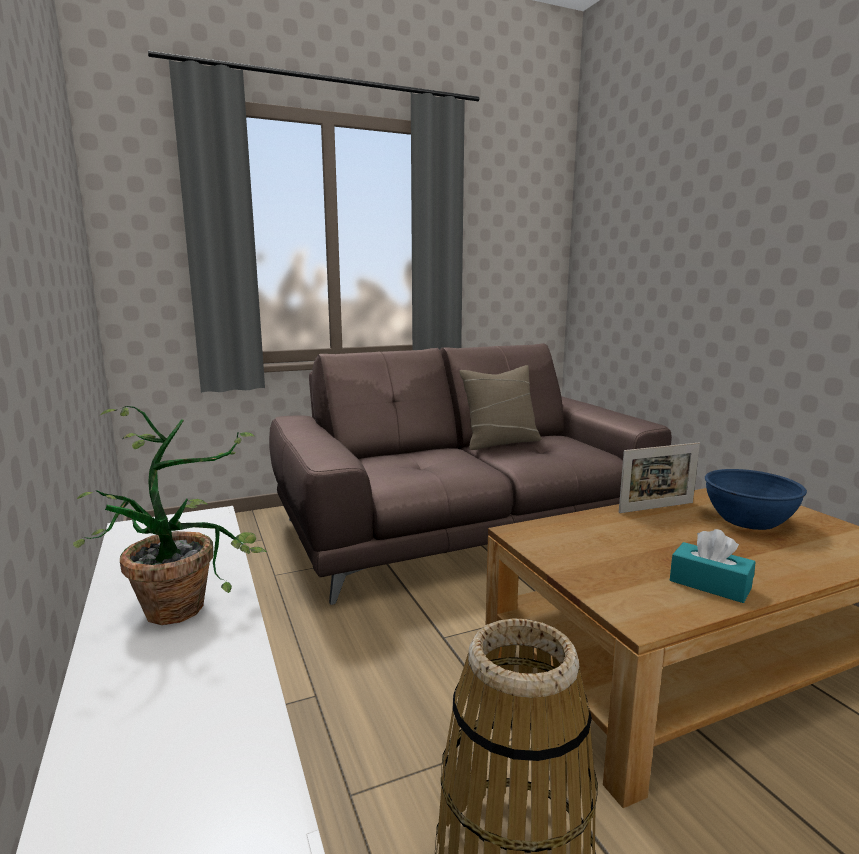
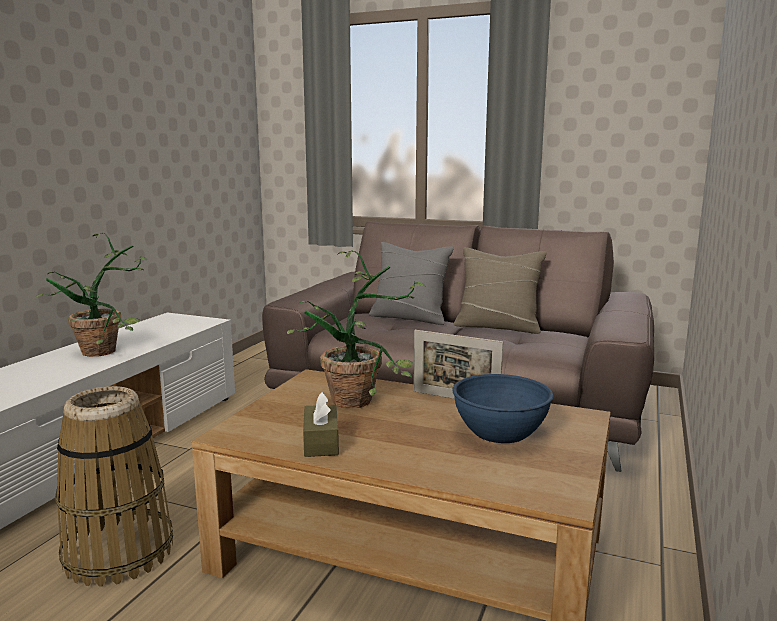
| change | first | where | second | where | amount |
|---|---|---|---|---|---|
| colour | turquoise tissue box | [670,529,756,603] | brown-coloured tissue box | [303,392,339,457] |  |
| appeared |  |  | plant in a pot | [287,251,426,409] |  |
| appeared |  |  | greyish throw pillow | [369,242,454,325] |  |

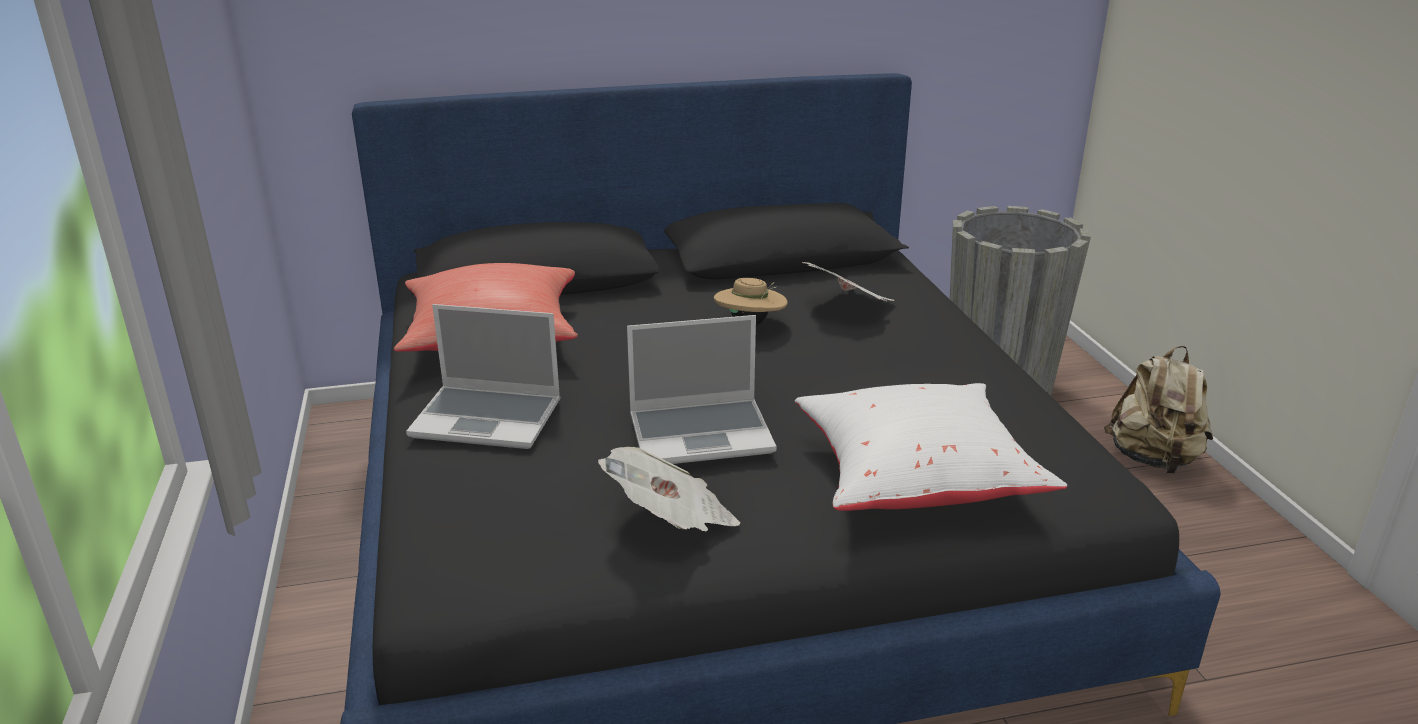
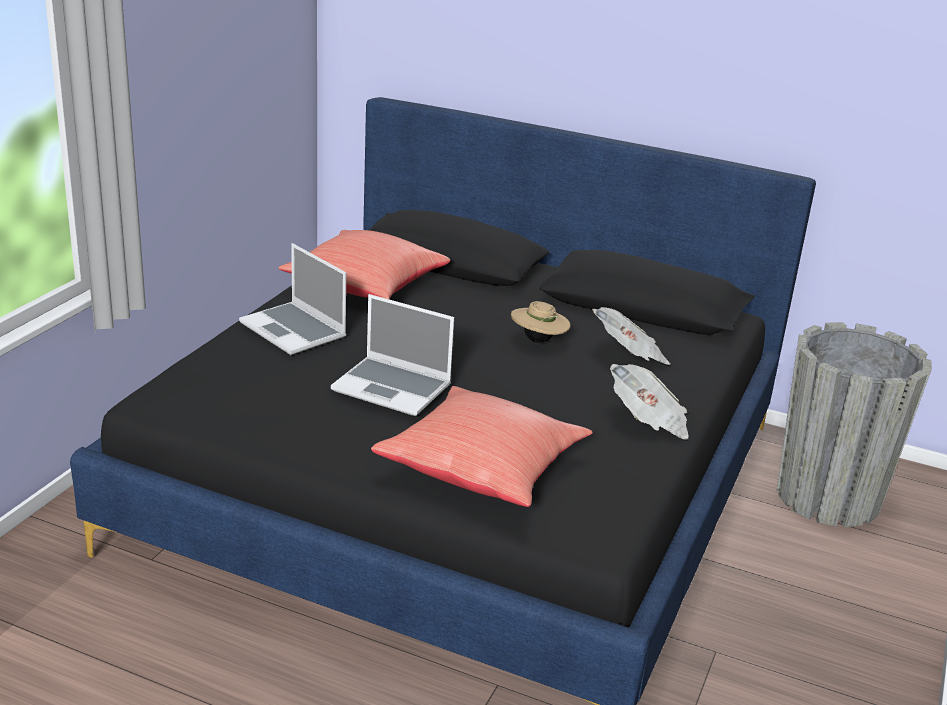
| change | first | where | second | where | amount |
|---|---|---|---|---|---|
| relocated | daily paper | [598,447,740,531] |  | [610,364,688,440] |  |
| colour | white throw pillow | [795,383,1067,511] | red throw pillow | [371,386,593,507] |  |
| missing | beige-coloured knapsack | [1104,346,1213,473] |  |  |  |

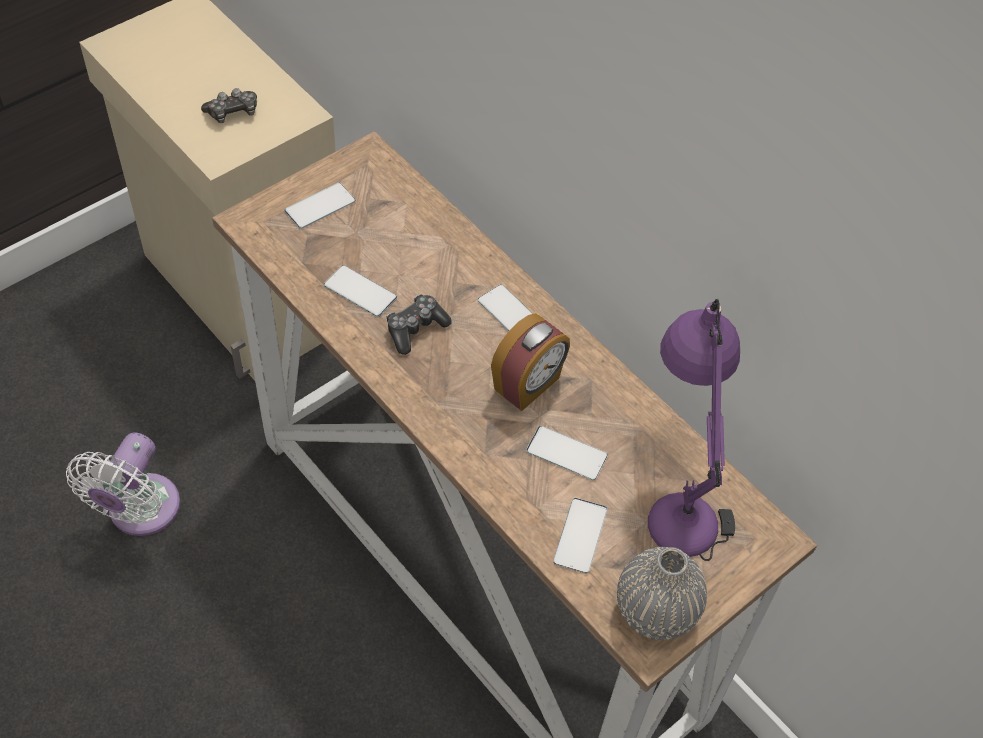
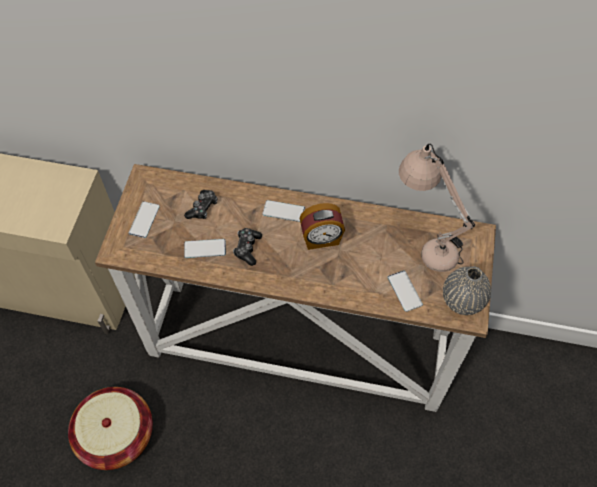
| change | first | where | second | where | amount |
|---|---|---|---|---|---|
| exchanged | white cooling fan | [66,432,180,536] | household basket | [68,387,153,470] |  |
| relocated | joypad | [201,88,257,123] |  | [184,190,218,219] |  |
| spun | alarm clock | [491,313,570,411] |  | [299,203,345,250] | 75 degrees clockwise |
| missing | phone | [526,426,608,480] |  |  |  |
| colour | purple-coloured tabletop lamp | [648,299,740,561] | beige-coloured tabletop lamp | [399,143,476,272] |  |

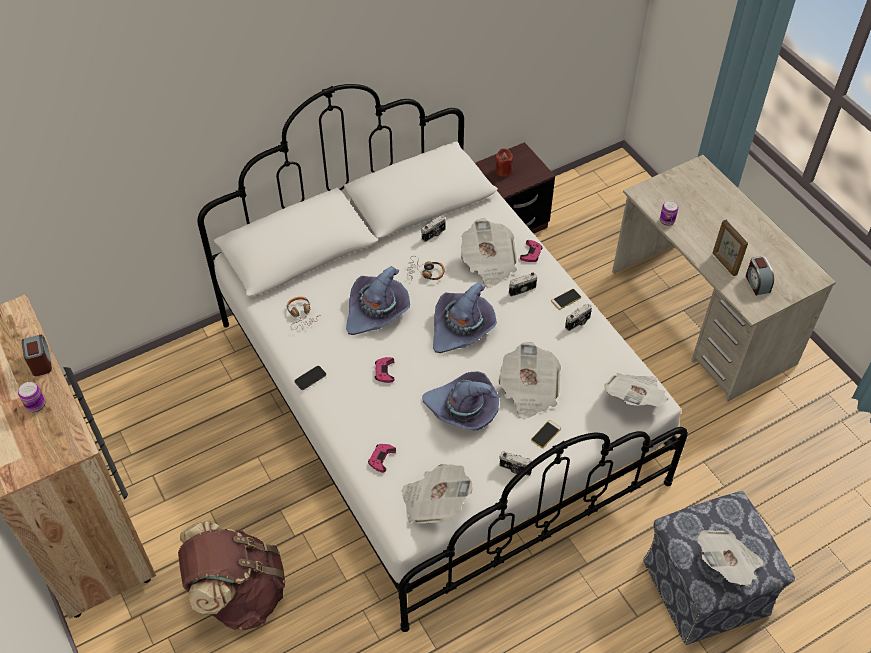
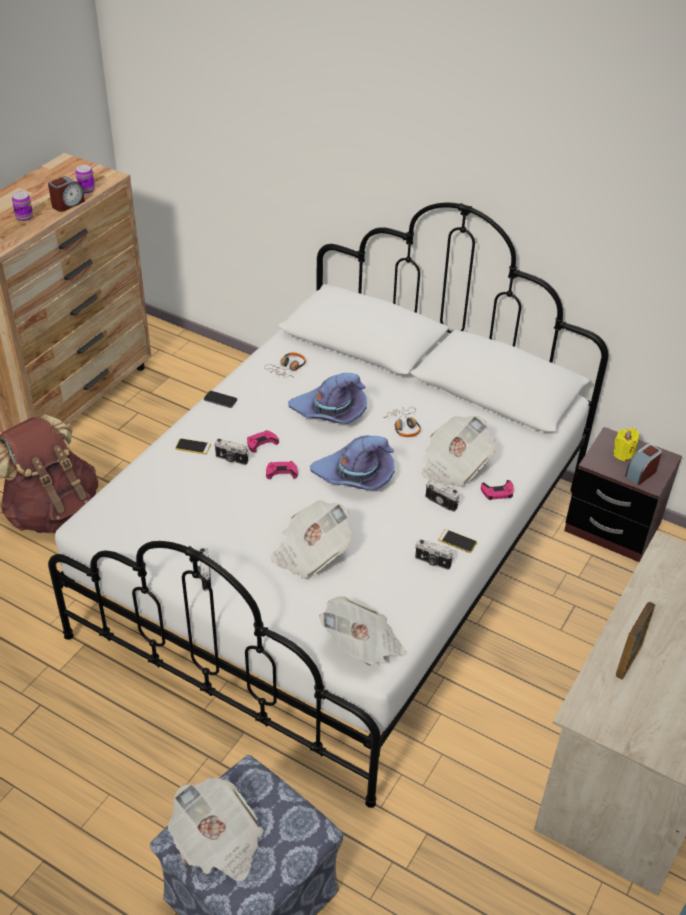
| change | first | where | second | where | amount |
|---|---|---|---|---|---|
| relocated | pink-coloured joypad | [368,444,396,472] |  | [266,461,298,479] |  |
| missing | daily paper | [402,464,473,524] |  |  |  |
| relocated | photo camera | [422,215,446,242] |  | [214,439,249,465] |  |
| missing | purple-coloured wearable hat | [422,371,499,430] |  |  |  |
| colour | red wax light | [495,148,513,177] | yellow-coloured wax light | [613,428,639,462] |  |
| relocated | phone | [531,420,561,448] |  | [175,438,211,454] |  |
| relocated | sealed can | [660,201,678,226] |  | [75,165,95,194] |  |
| relocated | alarm clock | [746,256,774,295] |  | [625,444,662,485] |  |

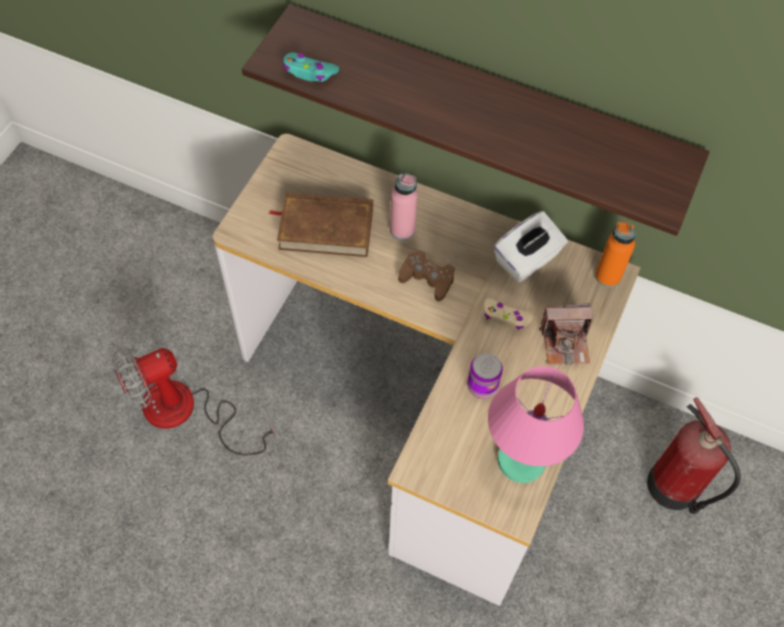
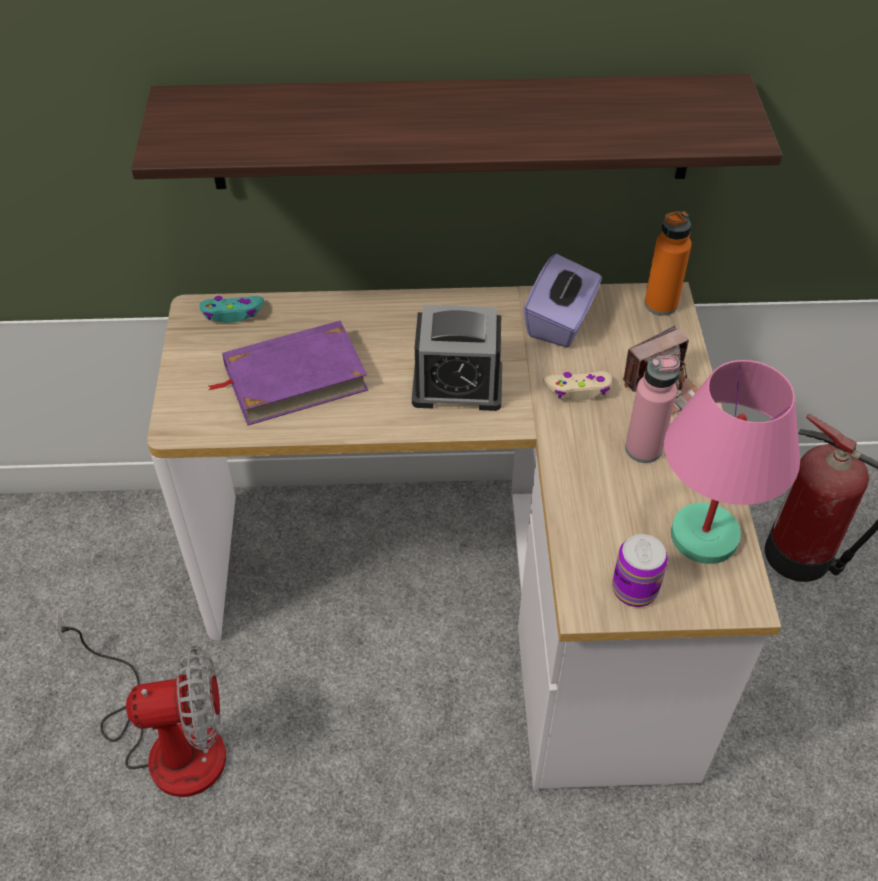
| change | first | where | second | where | amount |
|---|---|---|---|---|---|
| spun | cooling fan | [111,345,277,456] |  | [56,612,226,797] | 135 degrees counterclockwise |
| colour | brown-coloured volume | [269,192,373,257] | purple-coloured volume | [209,321,368,426] |  |
| relocated | turquoise joypad | [283,52,339,82] |  | [199,296,264,323] |  |
| relocated | pink-coloured drink bottle | [390,173,418,240] |  | [625,355,680,463] |  |
| exchanged | brown-coloured joypad | [398,250,455,301] | alarm clock | [412,305,502,411] |  |
| relocated | sealed can | [467,353,503,399] |  | [612,534,668,607] |  |
| colour | white tissue box | [494,211,568,282] | purple-coloured tissue box | [524,254,602,348] |  |

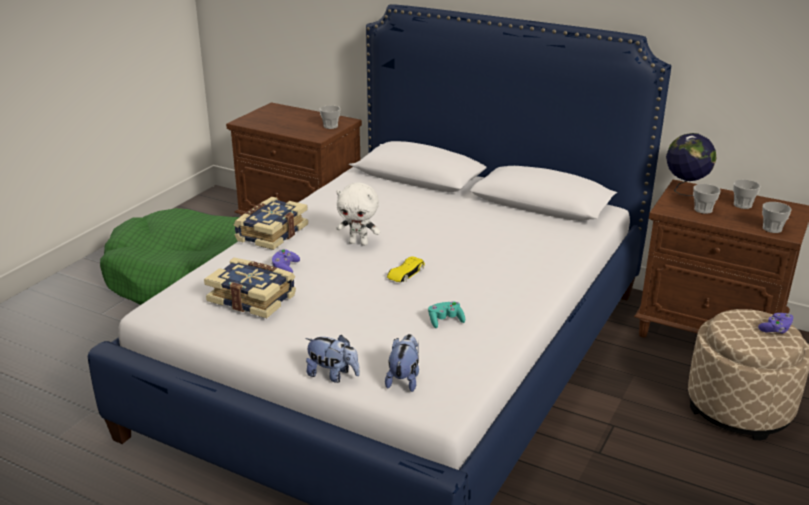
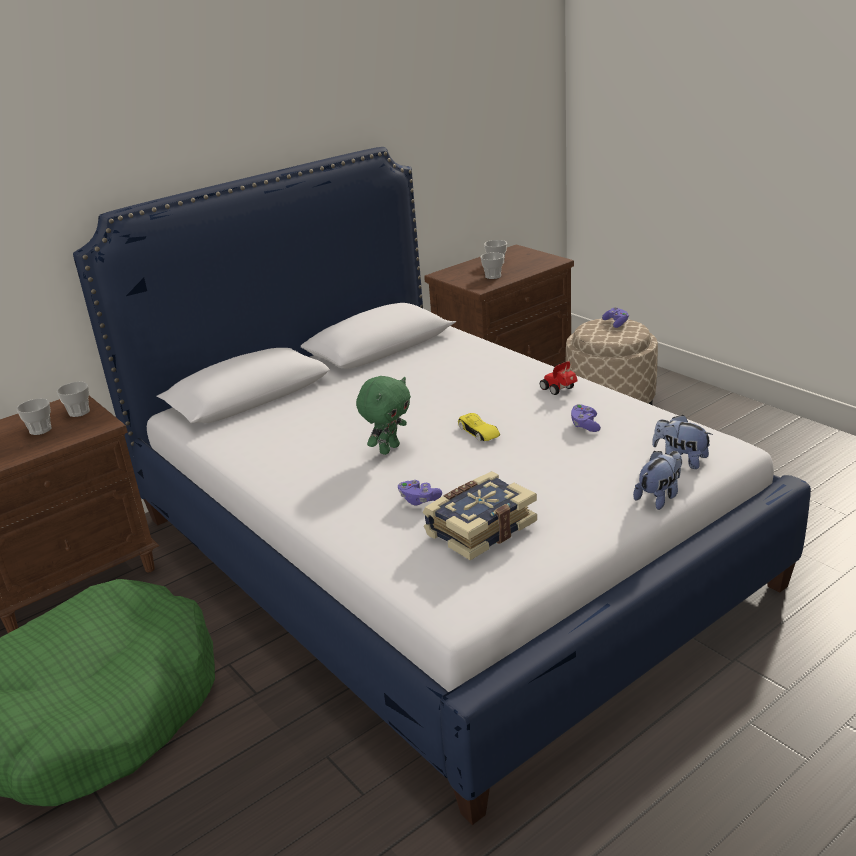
| change | first | where | second | where | amount |
|---|---|---|---|---|---|
| missing | volume | [234,197,308,250] |  |  |  |
| colour | white plush toy | [336,182,380,246] | greenish plush toy | [356,376,411,455] |  |
| colour | turquoise joypad | [428,302,465,328] | purple-coloured joypad | [571,404,601,432] |  |
| missing | globe | [666,133,717,196] |  |  |  |
| relocated | drinking cup | [762,202,791,233] |  | [17,398,52,435] |  |
| appeared |  |  | toy car | [540,362,578,395] |  |

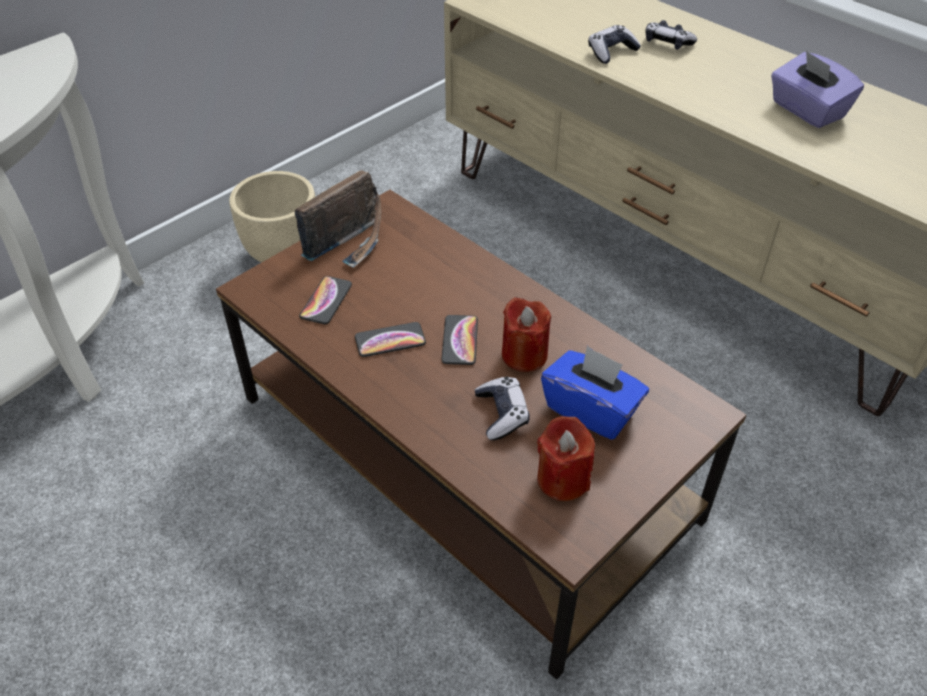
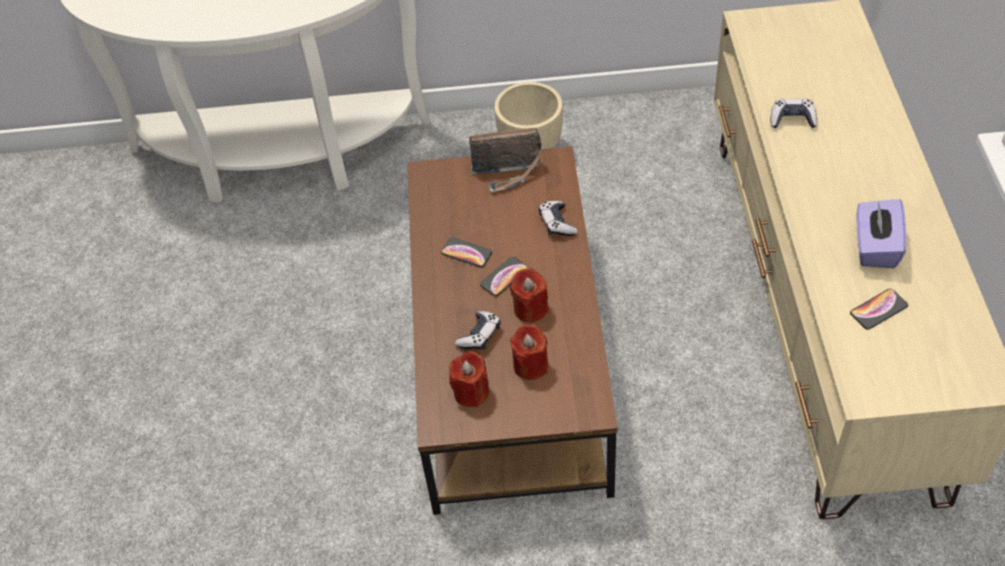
| change | first | where | second | where | amount |
|---|---|---|---|---|---|
| relocated | phone | [299,276,352,324] |  | [850,289,908,330] |  |
| exchanged | blue tissue box | [541,346,649,440] | red wax light | [510,324,548,380] |  |
| relocated | joypad | [646,20,697,50] |  | [539,201,578,236] |  |

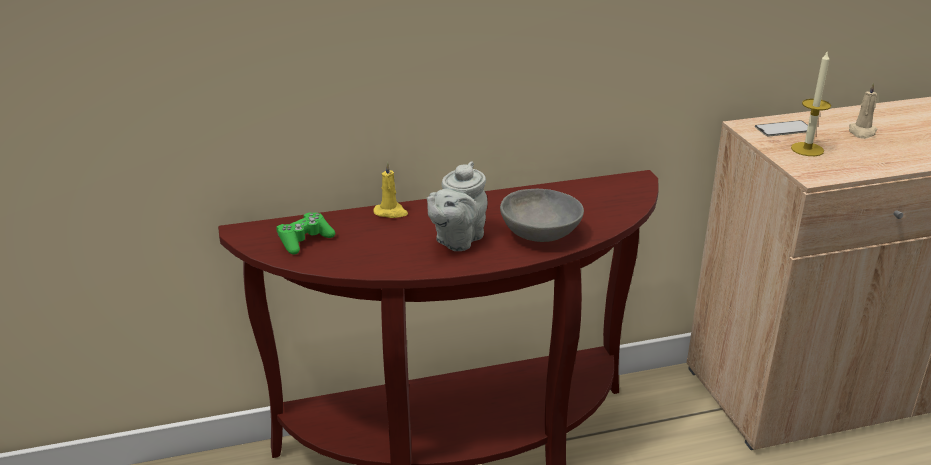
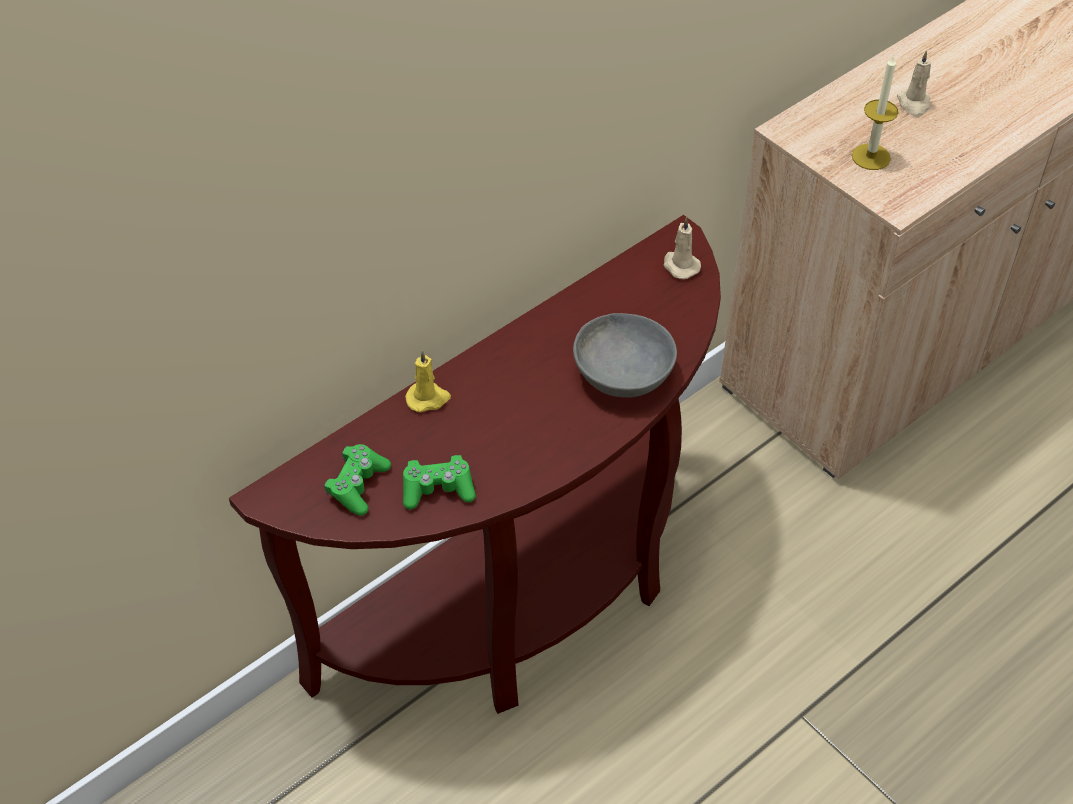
| change | first | where | second | where | amount |
|---|---|---|---|---|---|
| missing | greyish tea pot | [426,161,487,251] |  |  |  |
| missing | phone | [755,120,808,137] |  |  |  |
| appeared |  |  | greenish joypad | [403,455,476,510] |  |
| appeared |  |  | beige-coloured wax light | [663,217,701,279] |  |

